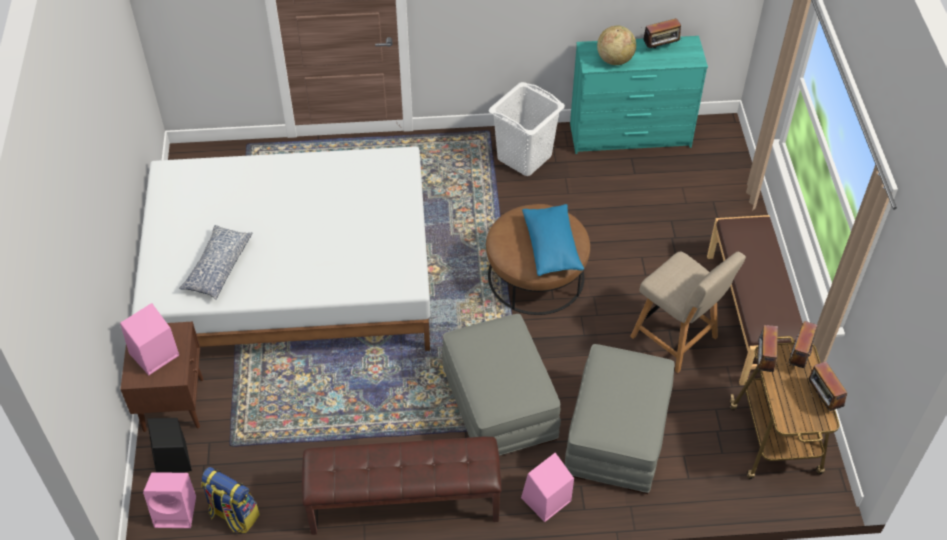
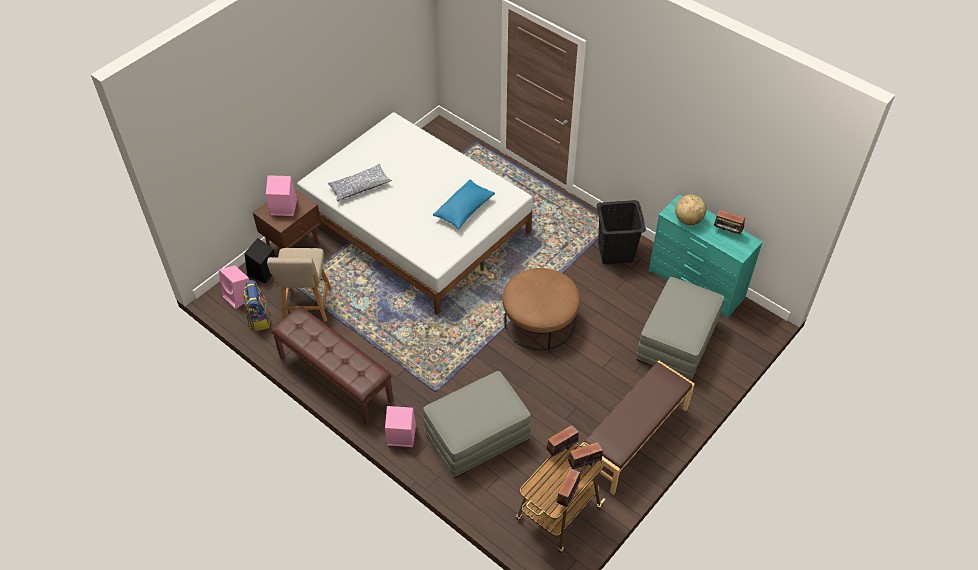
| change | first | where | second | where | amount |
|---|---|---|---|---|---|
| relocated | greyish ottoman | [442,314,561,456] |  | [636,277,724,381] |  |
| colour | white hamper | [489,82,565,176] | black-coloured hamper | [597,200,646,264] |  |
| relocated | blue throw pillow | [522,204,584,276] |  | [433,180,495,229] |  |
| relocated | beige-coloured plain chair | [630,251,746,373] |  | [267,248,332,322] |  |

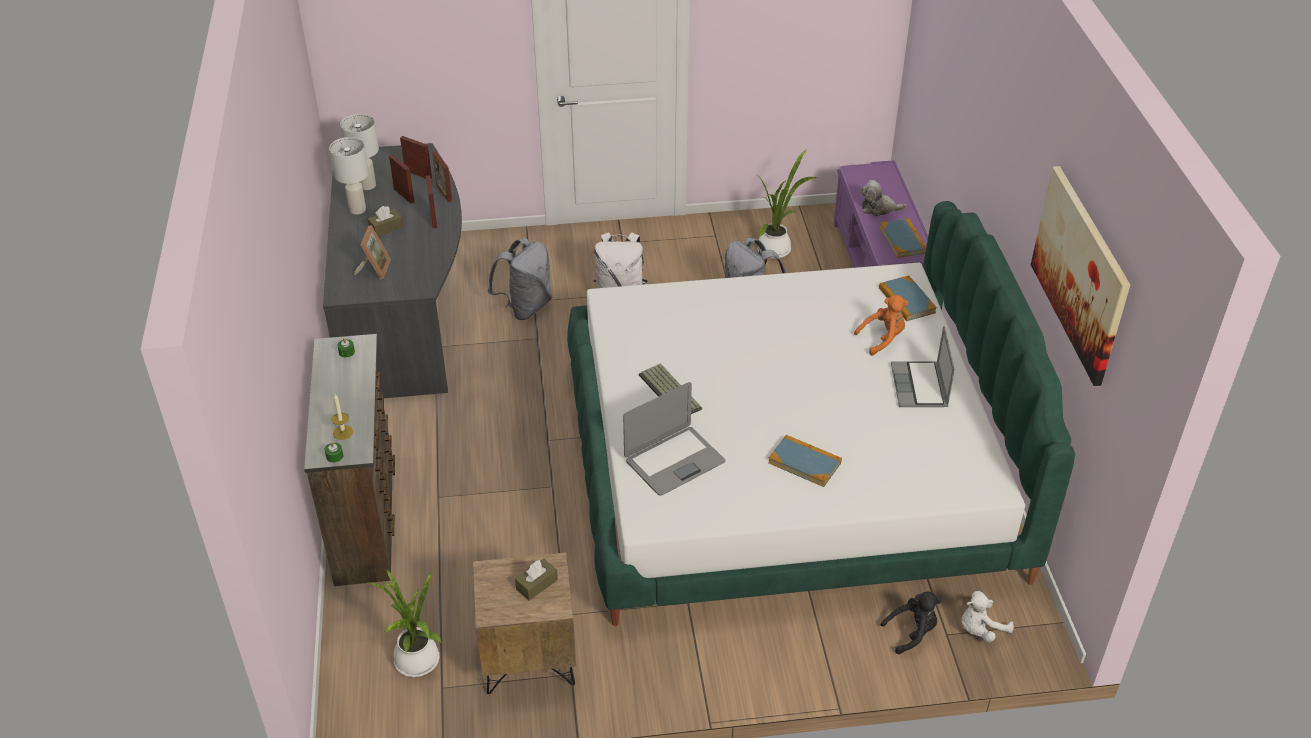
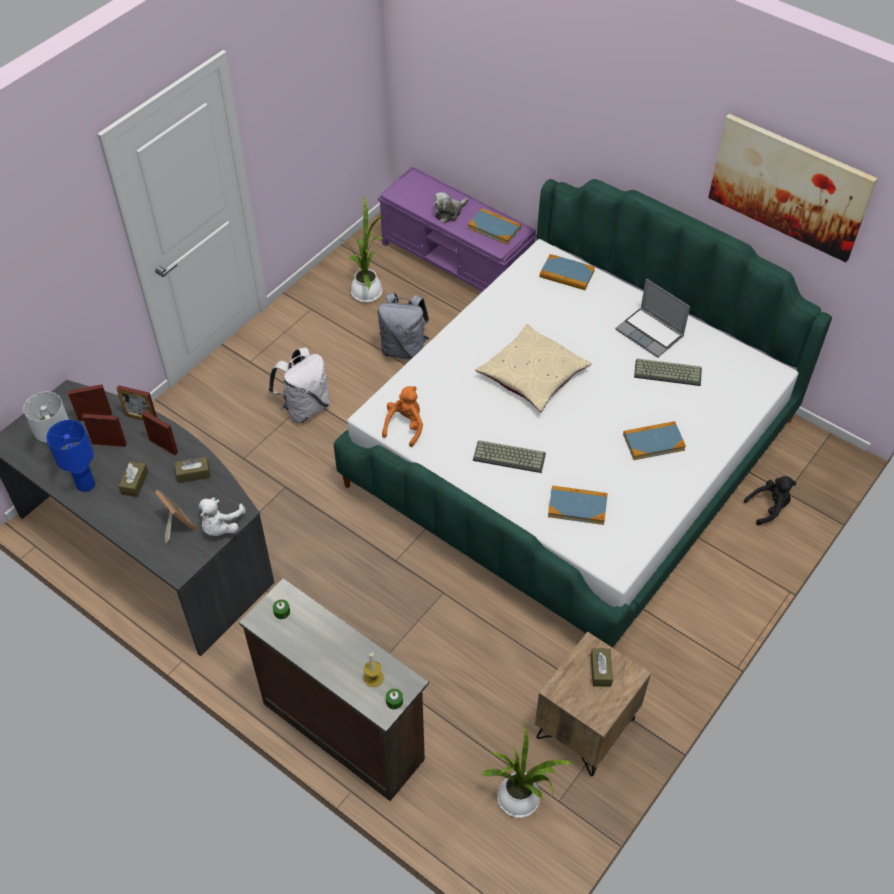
| change | first | where | second | where | amount |
|---|---|---|---|---|---|
| colour | white tabletop lamp | [329,137,369,215] | blue tabletop lamp | [46,420,95,492] |  |
| missing | greyish knapsack | [488,238,552,320] |  |  |  |
| exchanged | notebook computer | [623,382,725,496] | volume | [548,485,608,525] |  |
| relocated | orange-coloured plush toy | [854,295,908,355] |  | [382,386,423,447] |  |
| spun | black-coloured plush toy | [881,592,942,654] |  | [744,476,796,525] | 45 degrees clockwise |
| relocated | white plush toy | [961,591,1014,642] |  | [199,497,246,536] |  |
| appeared |  |  | brown-coloured tissue box | [175,457,211,483] |  |
| appeared |  |  | beige-coloured throw pillow | [475,324,591,412] |  |
| appeared |  |  | PC keyboard | [634,359,702,386] |  |

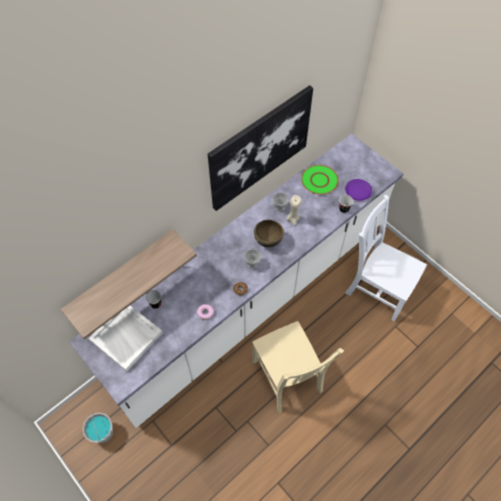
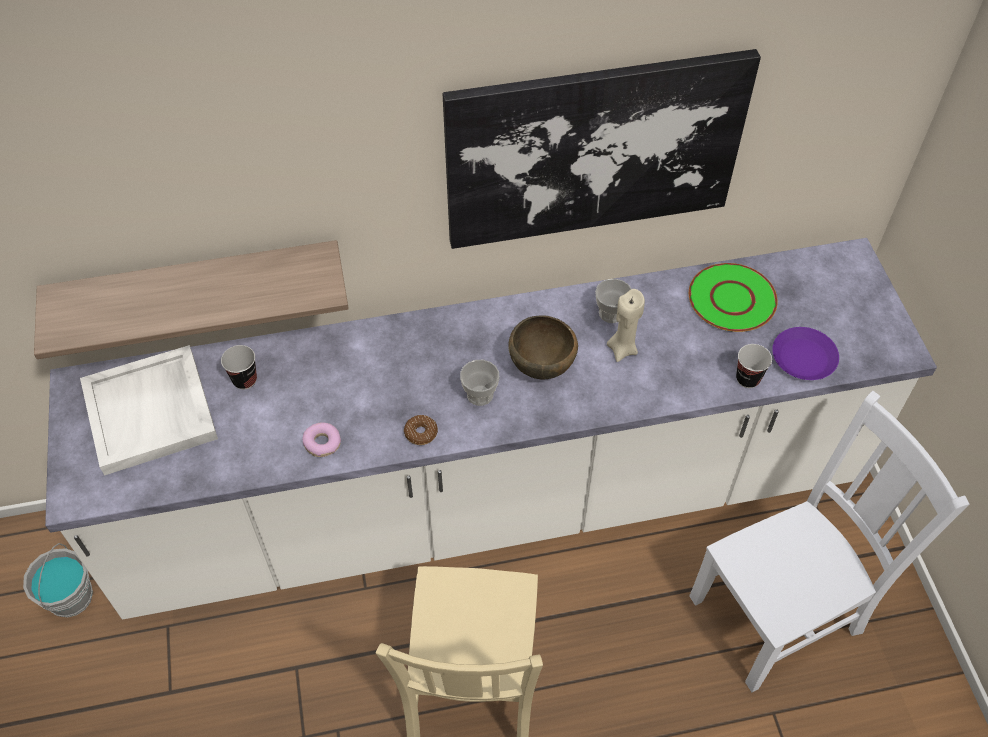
| change | first | where | second | where | amount |
|---|---|---|---|---|---|
| spun | white plain chair | [345,195,427,322] |  | [689,391,969,692] | 90 degrees clockwise |

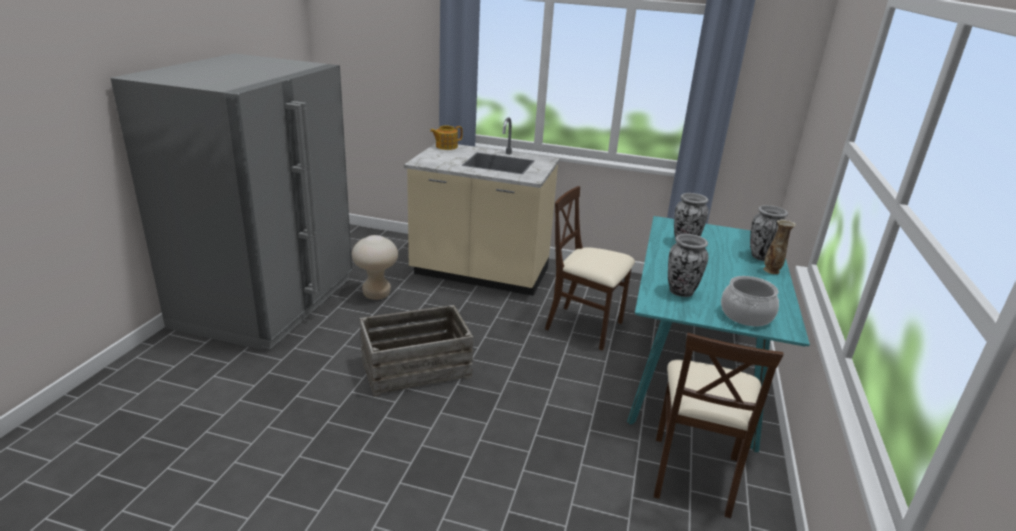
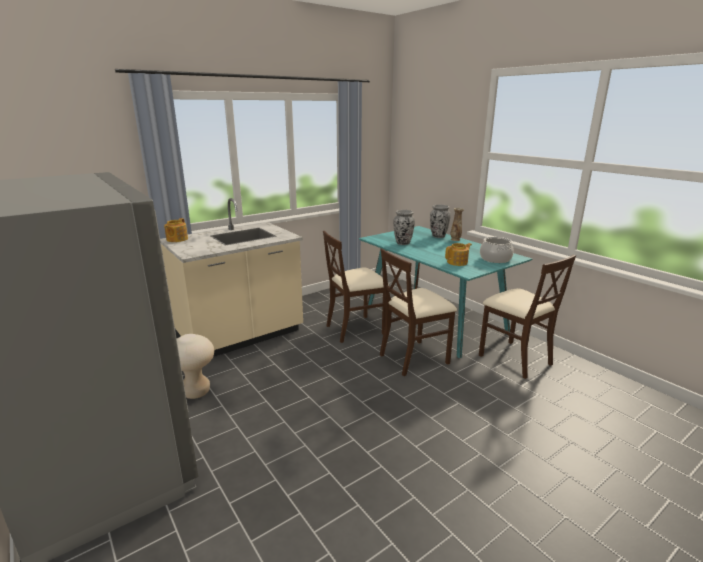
| change | first | where | second | where | amount |
|---|---|---|---|---|---|
| missing | shipping crate | [360,305,474,397] |  |  |  |
| exchanged | decorative vase | [668,234,708,297] | tea pot | [445,243,472,266] |  |
| appeared |  |  | beige-coloured plain chair | [380,249,457,376] |  |

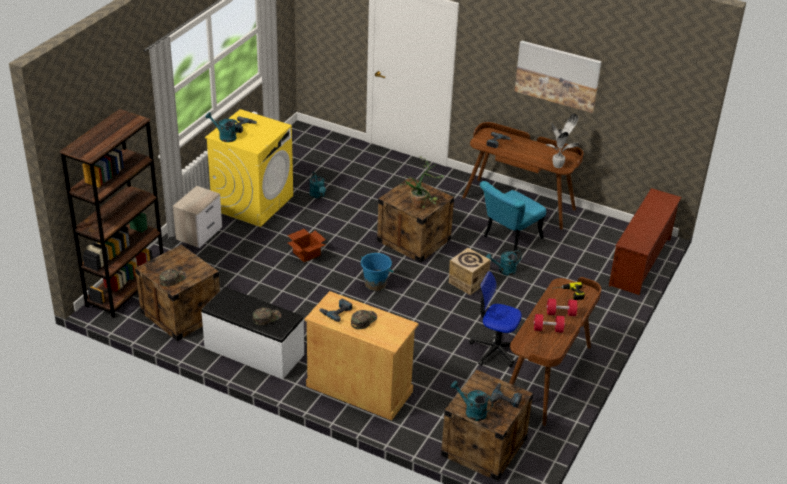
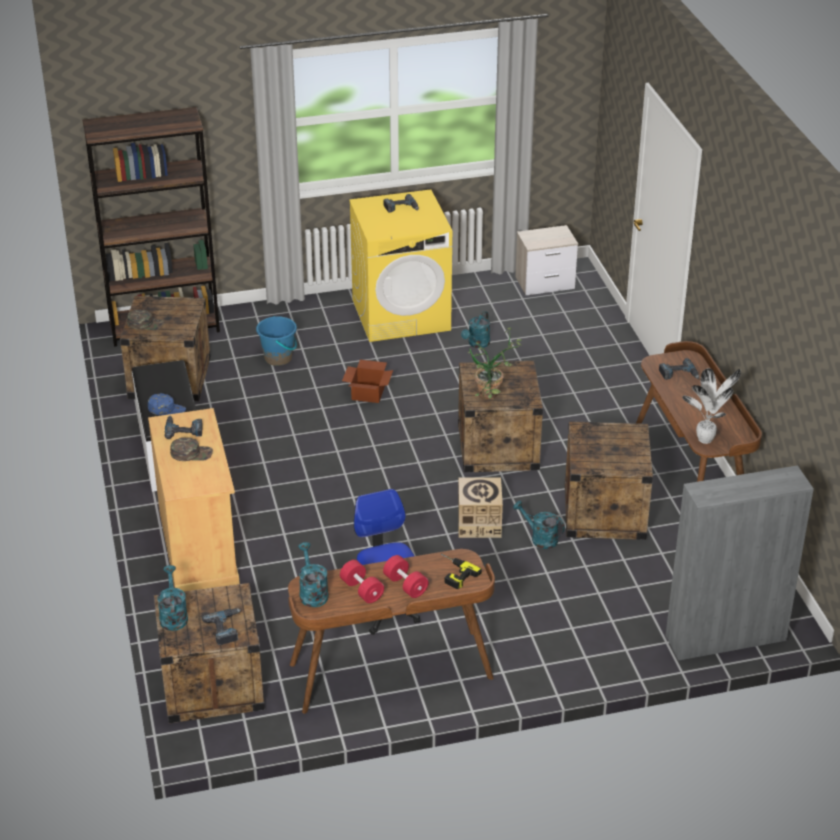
| change | first | where | second | where | amount |
|---|---|---|---|---|---|
| relocated | night table | [173,186,222,248] |  | [515,225,578,296] |  |
| relocated | turquoise watering can | [205,112,239,142] |  | [298,542,329,607] |  |
| colour | greenish baseball cap | [253,307,281,325] | blue baseball cap | [148,393,186,415] |  |
| relocated | blue pail | [361,253,393,291] |  | [256,316,297,366] |  |
| exchanged | turquoise plain chair | [480,181,546,253] | shipping crate | [565,421,653,540] |  |
| missing | picture | [515,40,602,113] |  |  |  |
| exchanged | brown-coloured shoe rack | [609,188,682,295] | greyish cabinet | [665,465,814,661] |  |

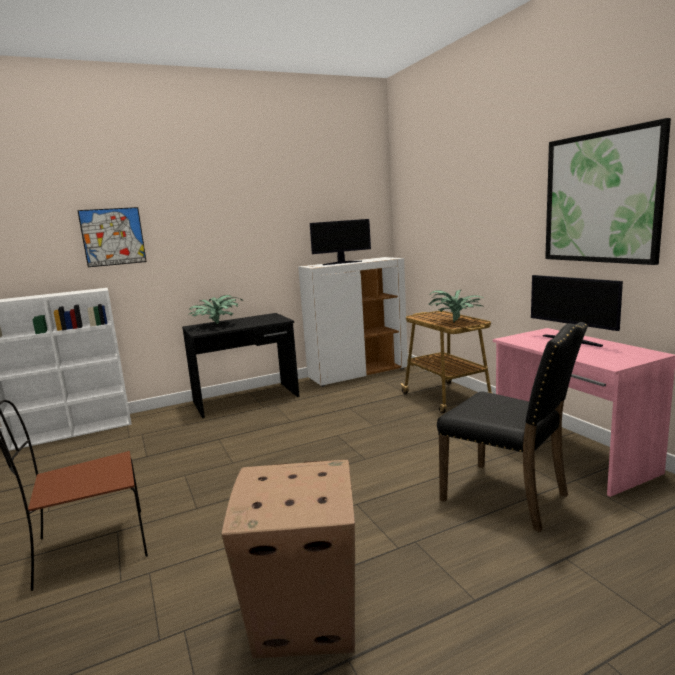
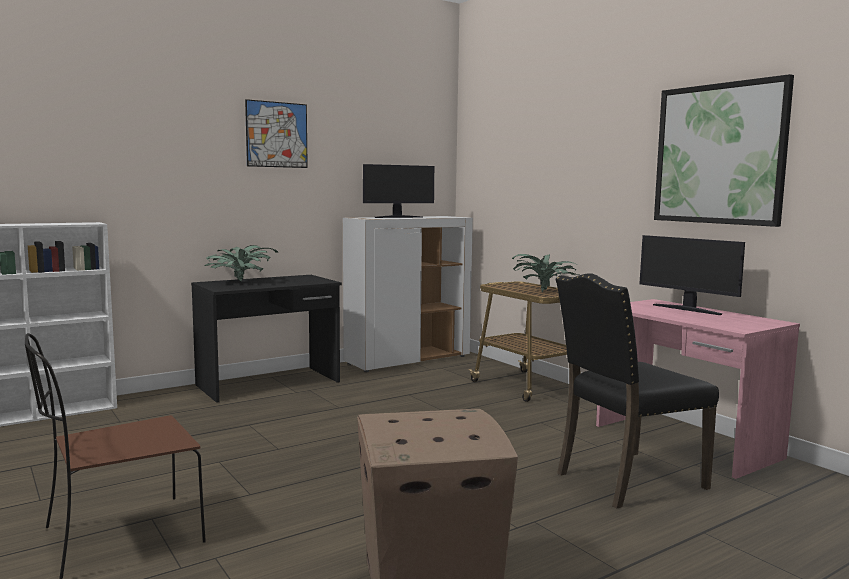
| change | first | where | second | where | amount |
|---|---|---|---|---|---|
| relocated | picture | [77,207,147,267] |  | [245,99,308,168] |  |
| spun | black-coloured plain chair | [437,322,588,532] |  | [555,273,719,509] | 120 degrees clockwise |

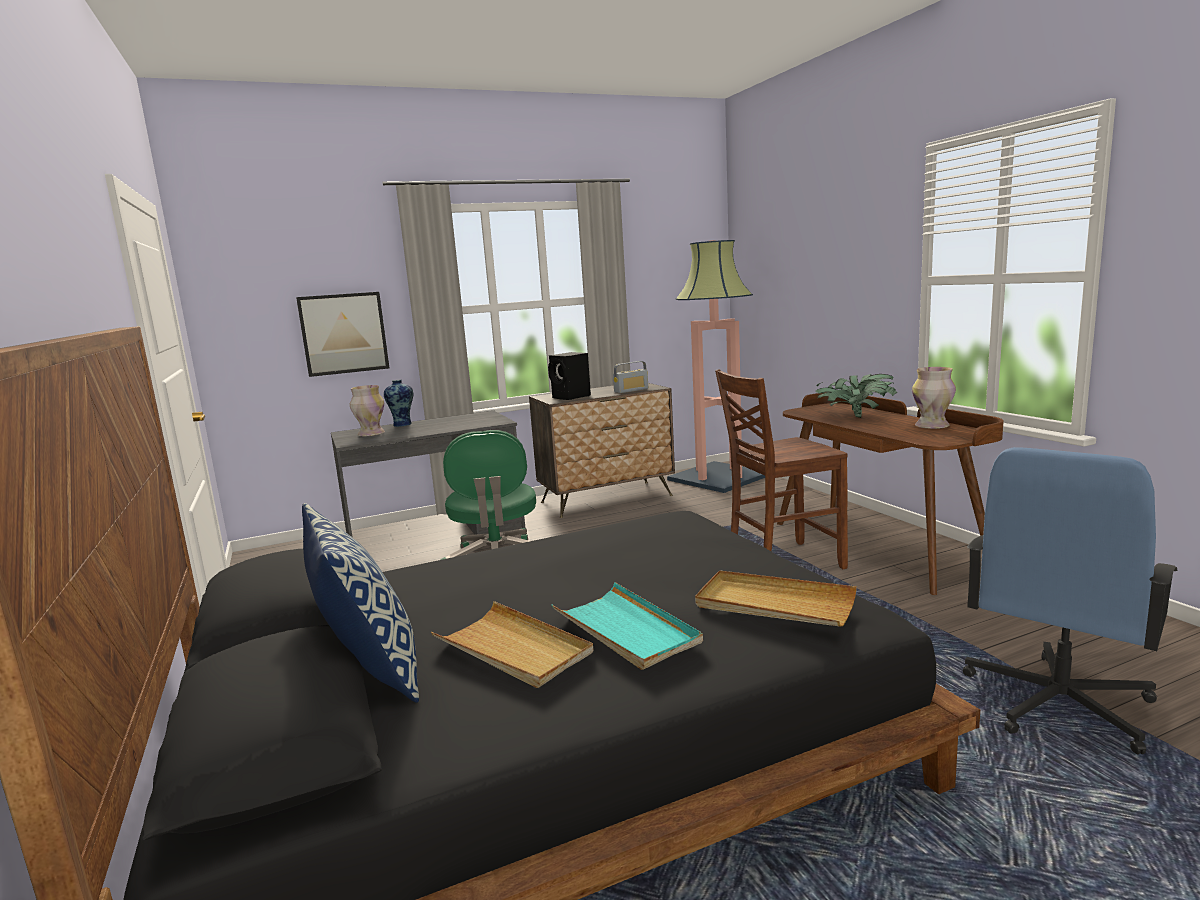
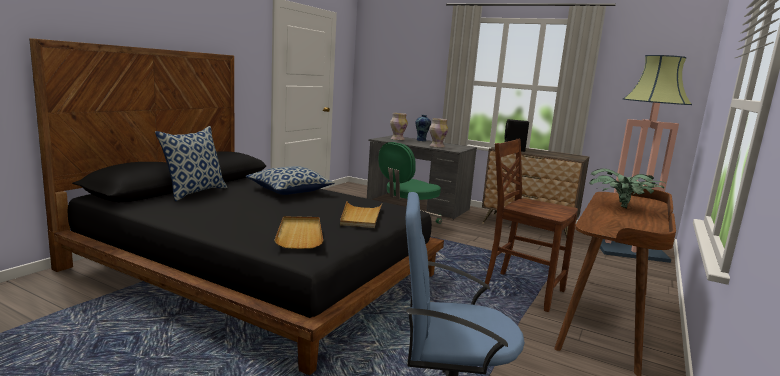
| change | first | where | second | where | amount |
|---|---|---|---|---|---|
| missing | picture | [296,292,389,377] |  |  |  |
| relocated | beige-coloured serving tray | [431,601,594,688] |  | [340,201,382,228] |  |
| missing | turquoise serving tray | [552,582,703,670] |  |  |  |
| missing | radio | [613,361,648,393] |  |  |  |
| relocated | decorative vase | [912,367,956,429] |  | [429,118,448,148] |  |
| appeared |  |  | throw pillow | [246,166,334,195] |  |

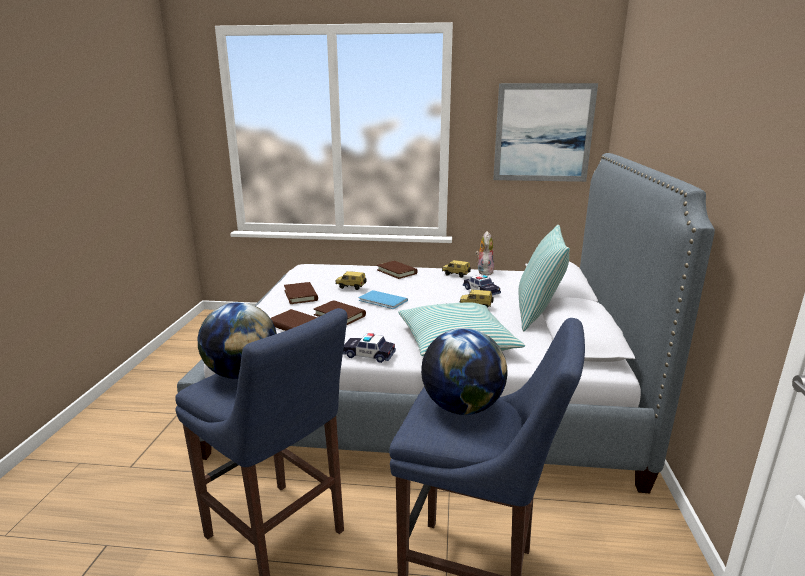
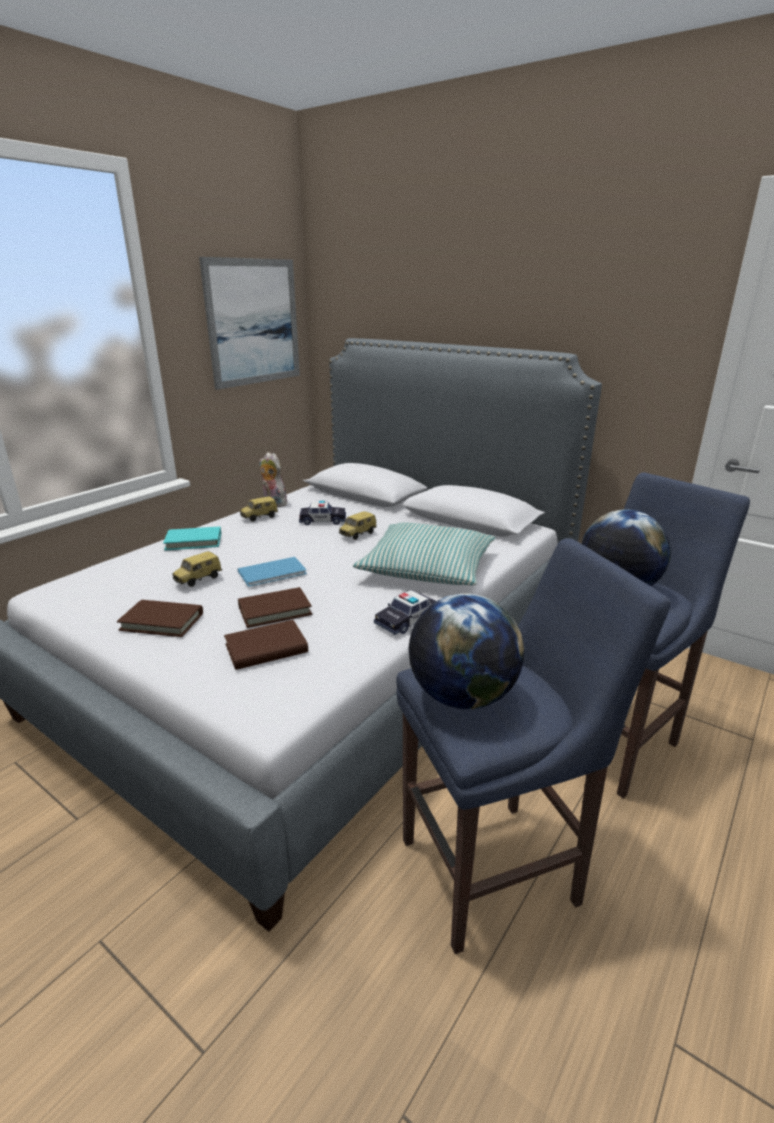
| change | first | where | second | where | amount |
|---|---|---|---|---|---|
| colour | brown-coloured volume | [377,261,418,279] | turquoise volume | [163,527,221,550] |  |
| missing | throw pillow | [518,225,570,331] |  |  |  |

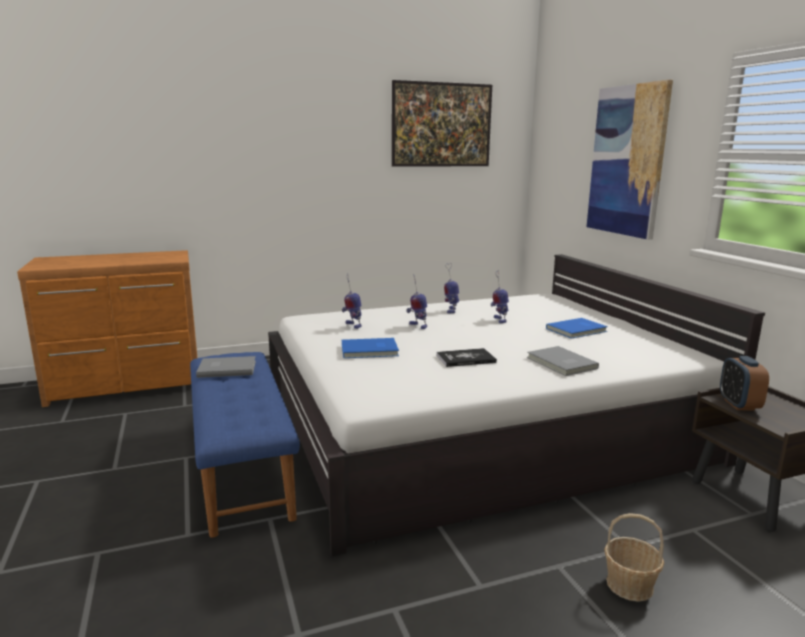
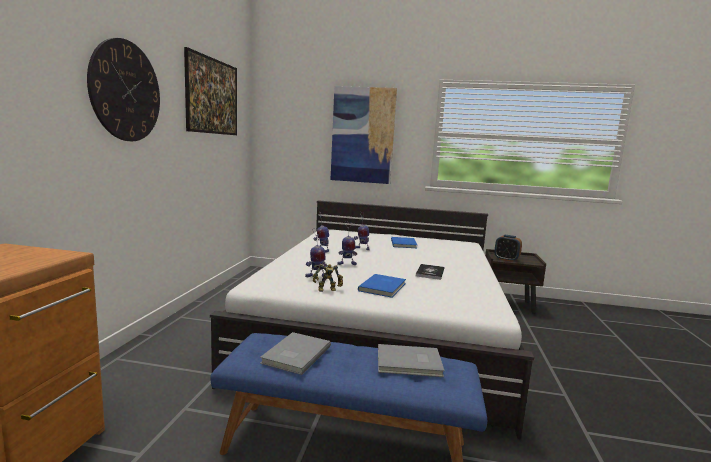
| change | first | where | second | where | amount |
|---|---|---|---|---|---|
| relocated | greyish volume | [527,346,599,376] |  | [378,344,444,377] |  |
| missing | household basket | [604,513,664,602] |  |  |  |
| appeared |  |  | wall clock | [87,38,160,141] |  |
| appeared |  |  | toy robot | [313,264,343,292] |  |

